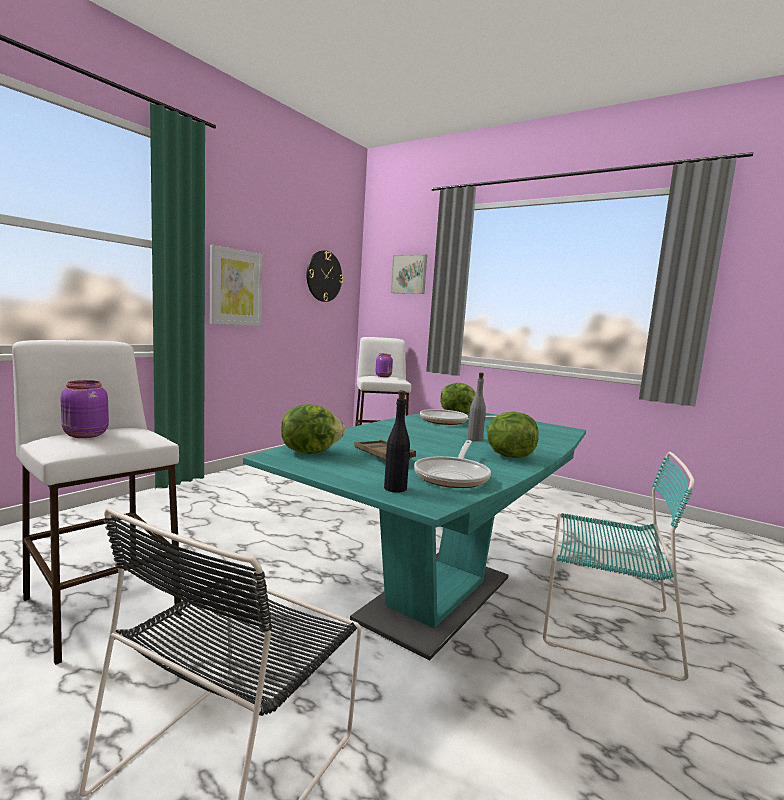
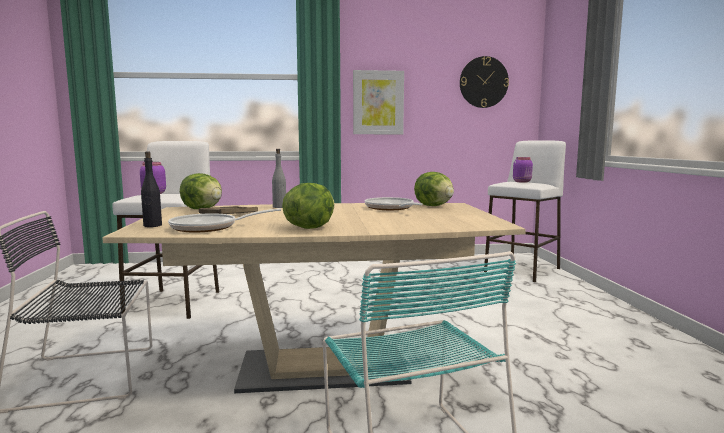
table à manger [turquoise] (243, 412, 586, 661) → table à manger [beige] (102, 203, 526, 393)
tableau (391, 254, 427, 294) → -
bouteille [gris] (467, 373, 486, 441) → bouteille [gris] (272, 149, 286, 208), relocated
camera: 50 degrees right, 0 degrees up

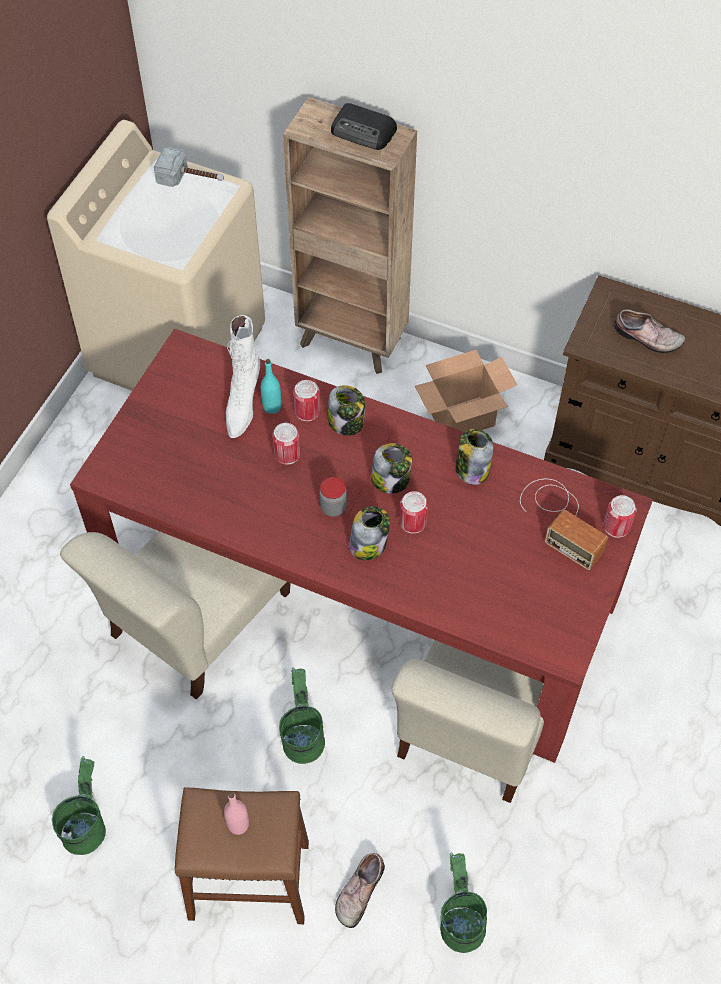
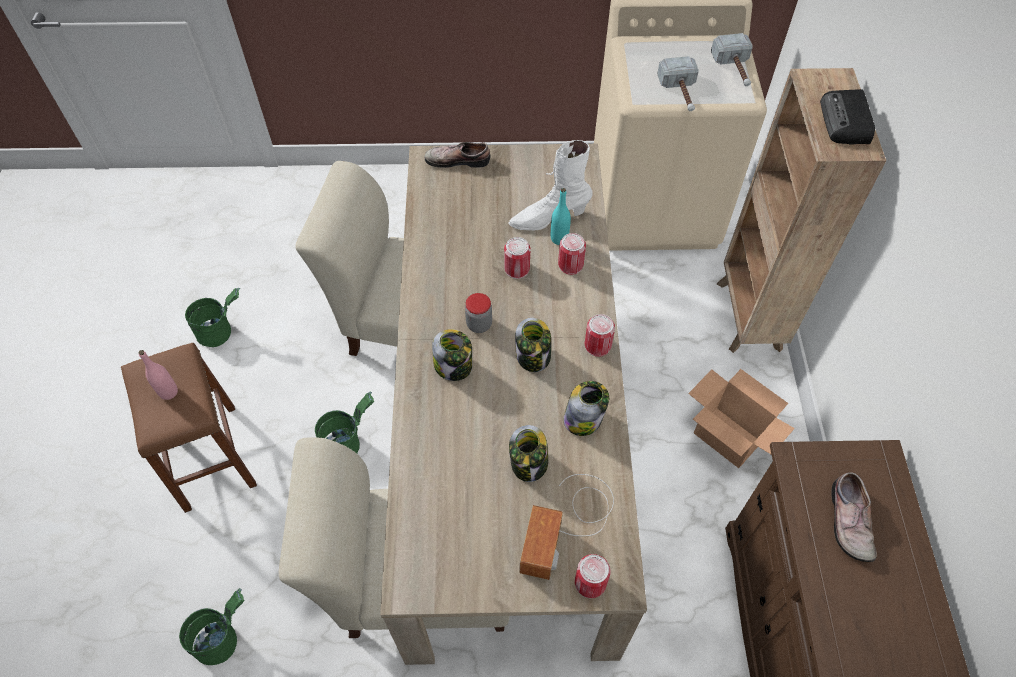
table à manger [rouge] (70, 329, 653, 763) → table à manger [beige] (380, 144, 647, 665)
bocal (328, 385, 365, 436) → bocal (509, 425, 548, 482), relocated
chaussure (335, 853, 385, 928) → chaussure (425, 142, 490, 168), relocated
boîte métallique (399, 491, 428, 534) → boîte métallique (585, 314, 615, 357), relocated
- → marteau (658, 56, 699, 111)
camera: 65 degrees right, 0 degrees up

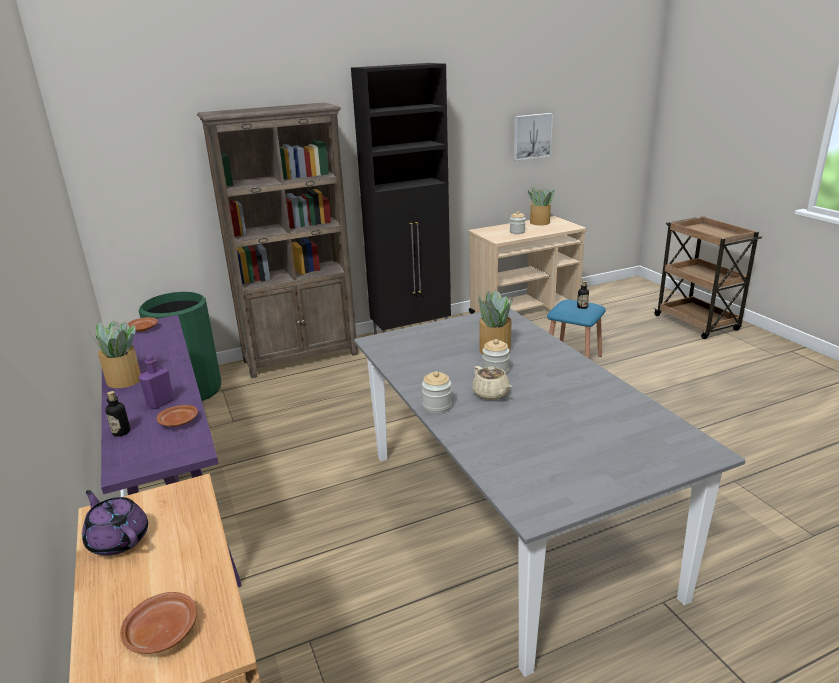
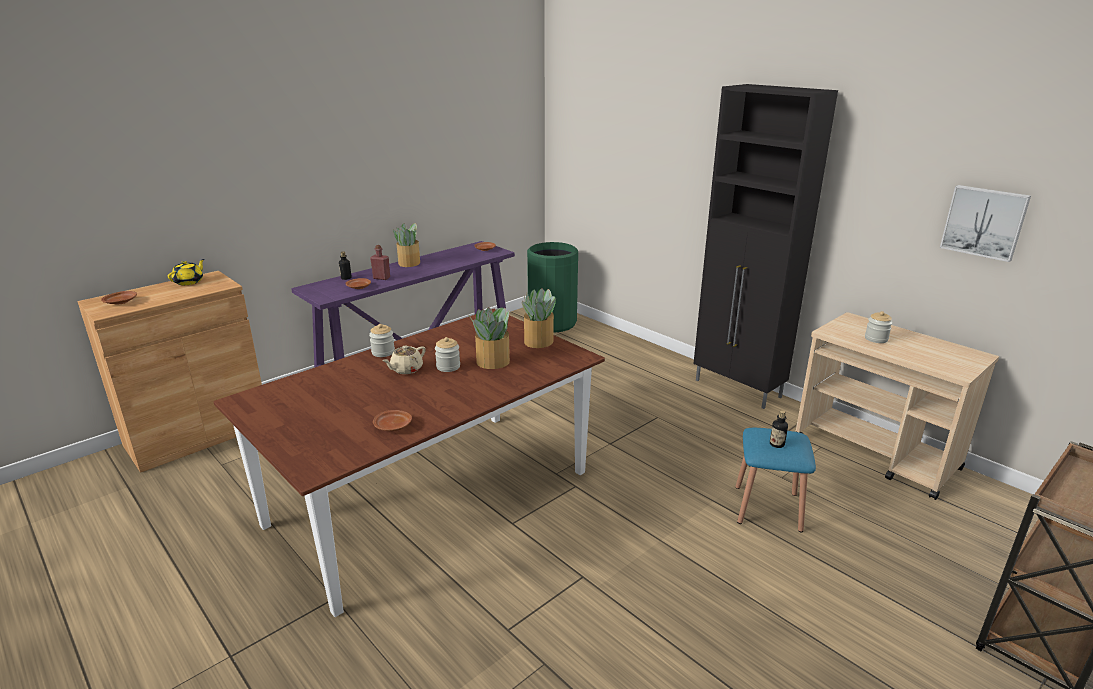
théière [violet] (82, 490, 148, 556) → théière [jaune] (168, 259, 204, 285)
bouteille [violet] (139, 355, 174, 409) → bouteille [rouge] (370, 245, 390, 280)
bibliothèque [marron] (197, 102, 358, 378) → -
table à manger [gris] (354, 308, 746, 677) → table à manger [marron] (214, 309, 605, 617)
plante en pot (528, 187, 555, 226) → plante en pot (522, 288, 556, 348), relocated
- → assiette [marron] (373, 410, 412, 431)
camera: 70 degrees right, 0 degrees up

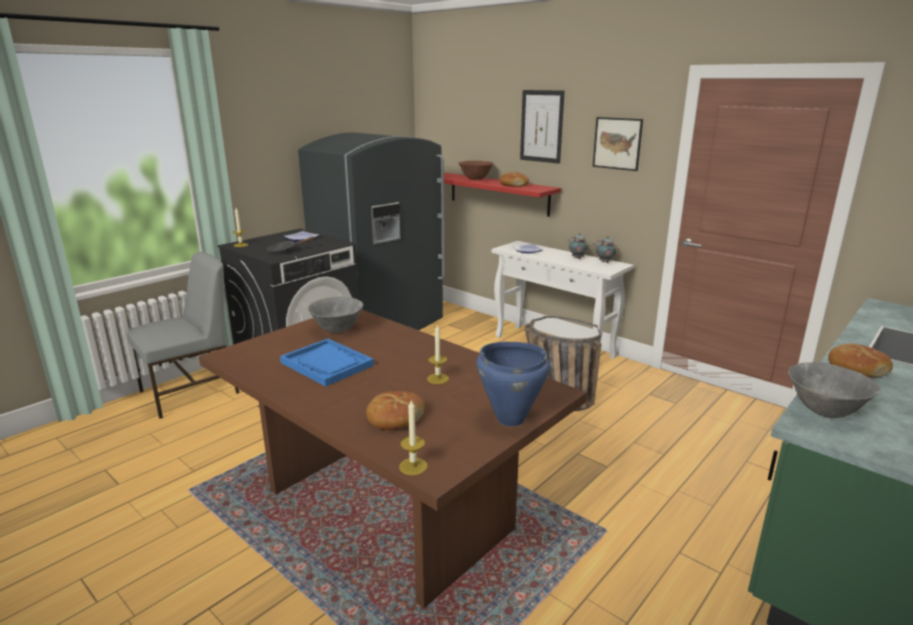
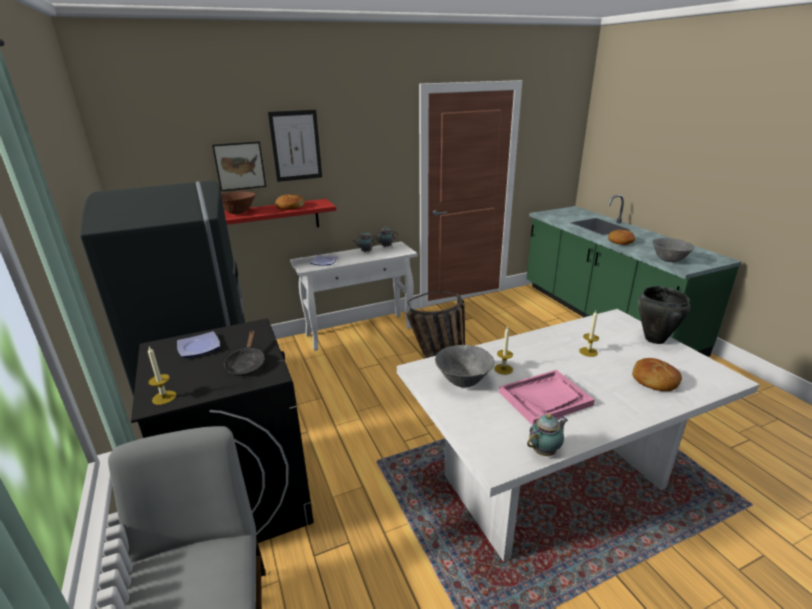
table à manger [marron] (199, 310, 587, 608) → table à manger [blanc] (397, 309, 760, 562)
plateau [bleu] (280, 339, 374, 387) → plateau [rose] (499, 370, 595, 425)
bougie (399, 400, 427, 475) → bougie (494, 326, 513, 375), relocated
marmite [bleu] (477, 342, 550, 426) → marmite [noir] (638, 286, 691, 344)
tableau (593, 117, 643, 171) → tableau (212, 141, 266, 192), relocated
- → théière (527, 414, 568, 456)
camera: 65 degrees left, 5 degrees up

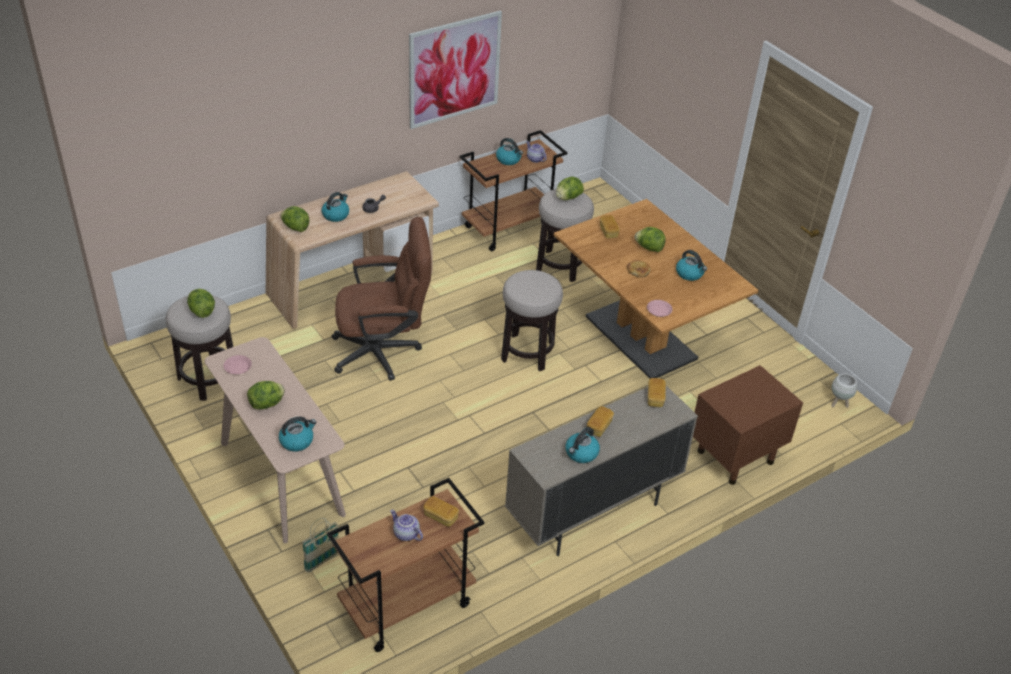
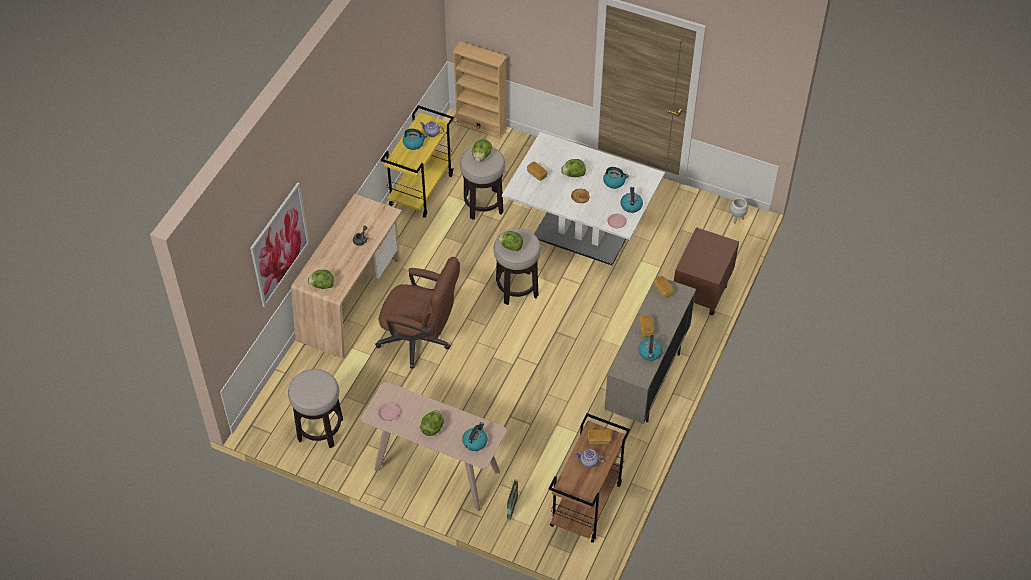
laitue (187, 289, 215, 318) → laitue (498, 231, 523, 251), relocated
bouilloire (321, 192, 349, 222) → bouilloire (621, 187, 643, 213), relocated
chaise de bureau [marron] (331, 217, 432, 381) → chaise de bureau [marron] (375, 257, 460, 368), 60 degrees clockwise
tableau (409, 11, 502, 129) → tableau (250, 182, 309, 307), relocated
chariot [marron] (460, 130, 567, 251) → chariot [jaune] (381, 105, 454, 218)
table à manger [marron] (553, 199, 759, 378) → table à manger [blanc] (502, 132, 665, 265)
- → bibliothèque [beige] (452, 41, 507, 139)
camera: 30 degrees left, 10 degrees up

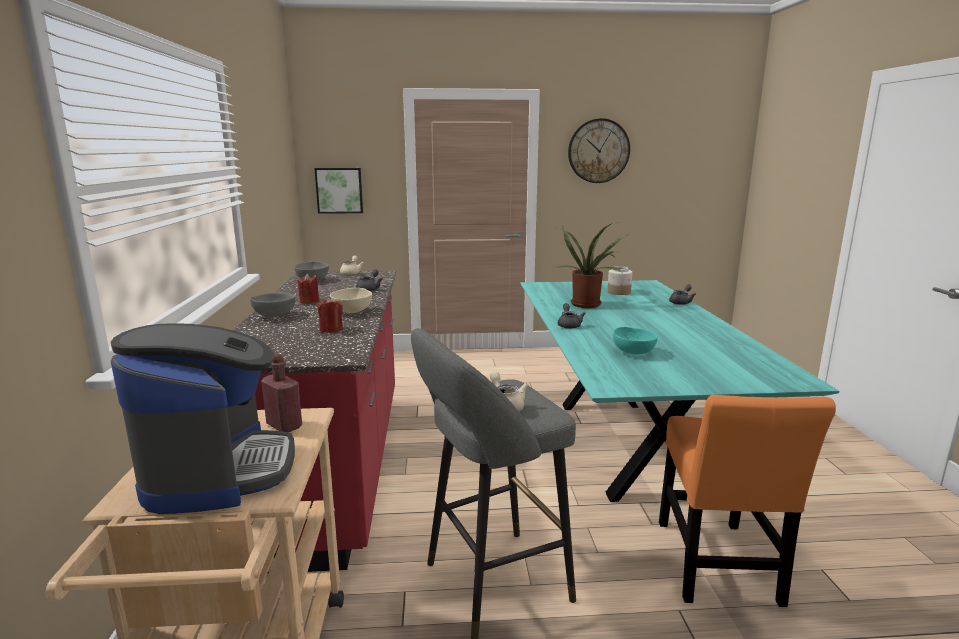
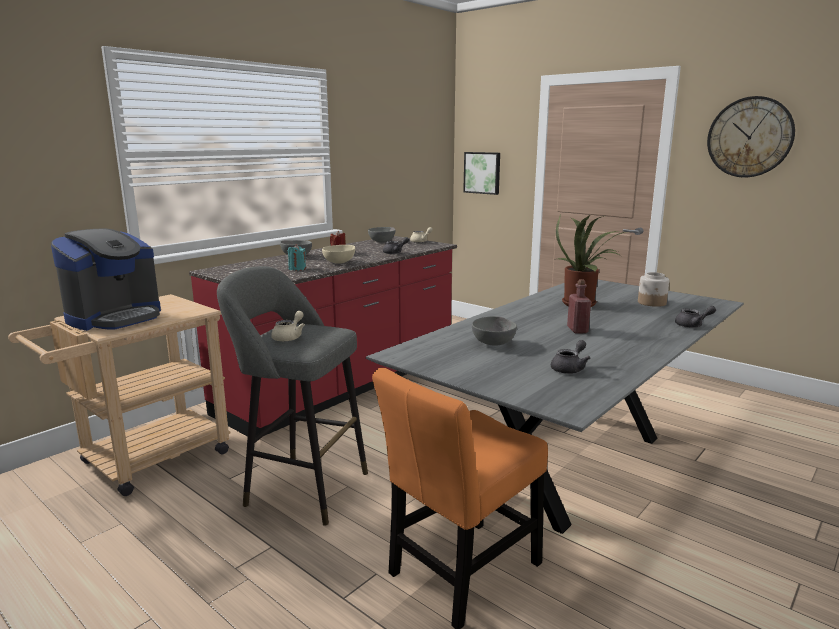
bouteille [rouge] (261, 354, 302, 432) → bouteille [rouge] (567, 279, 591, 334), relocated
bougie [rouge] (318, 297, 343, 333) → bougie [turquoise] (288, 244, 306, 271)
table à manger [turquoise] (520, 280, 839, 502) → table à manger [gris] (366, 280, 744, 534)
théière [gris] (558, 303, 586, 329) → théière [gris] (551, 340, 590, 374), relocated
bol [turquoise] (613, 327, 658, 354) → bol [gris] (472, 316, 517, 346)
camera: 45 degrees right, 0 degrees up

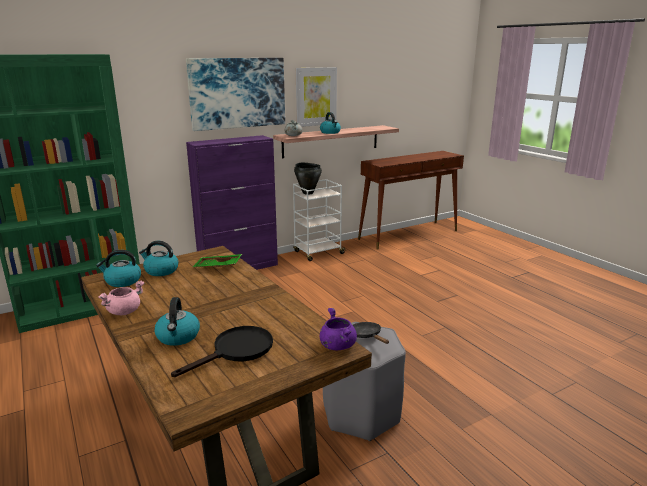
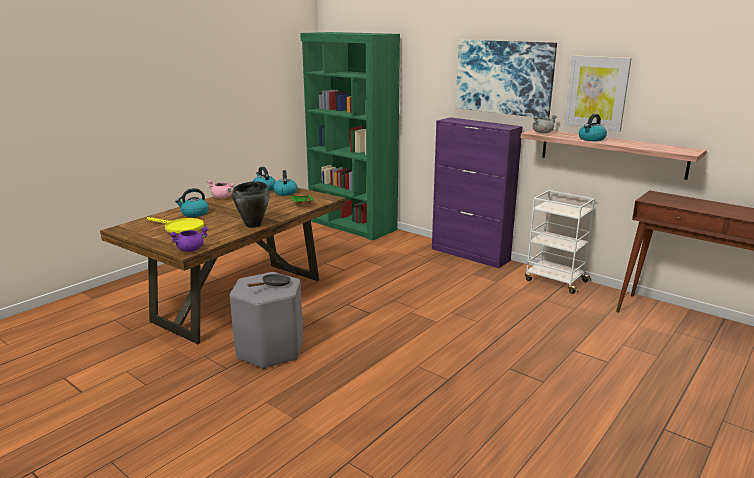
poêle [noir] (171, 326, 273, 377) → poêle [jaune] (147, 217, 204, 234)
marmite [noir] (294, 163, 322, 194) → marmite [noir] (232, 181, 270, 228), relocated
camera: 70 degrees right, 0 degrees up

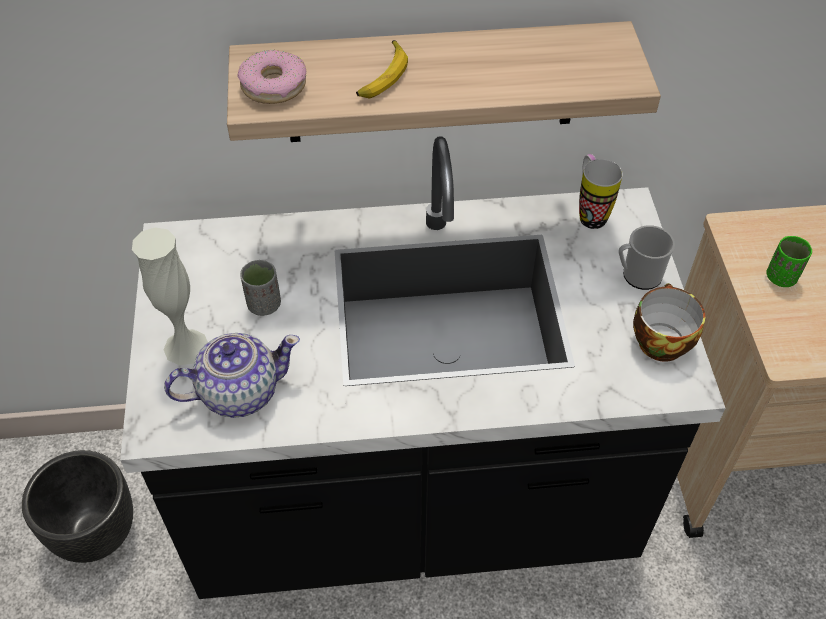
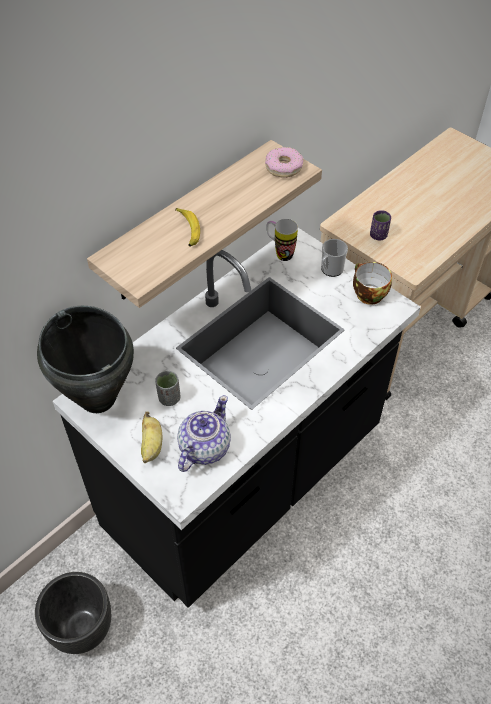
vase [blanc] (132, 227, 208, 365) → banane (141, 411, 163, 463)
beignet (237, 50, 306, 104) → beignet (265, 147, 303, 178), relocated
tasse [vert] (766, 236, 812, 287) → tasse [violet] (370, 210, 391, 241)
- → marmite [noir] (37, 306, 134, 413)
camera: 40 degrees left, 0 degrees up

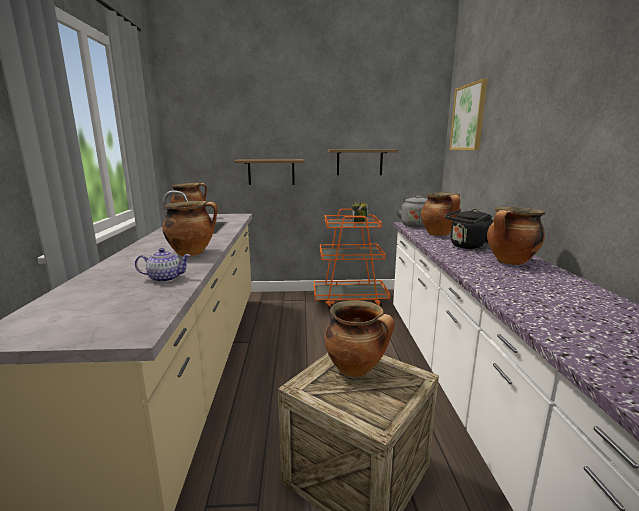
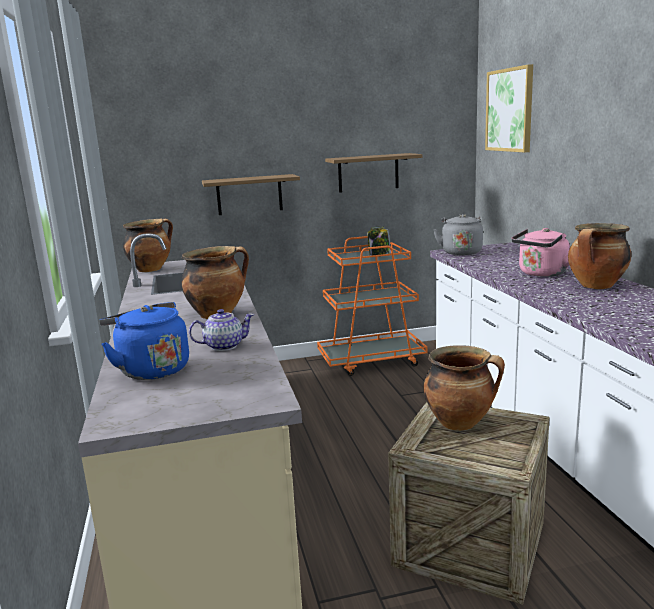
marmite (421, 192, 460, 236) → -
bouilloire [noir] (445, 209, 494, 250) → bouilloire [rose] (511, 228, 570, 277)
- → bouilloire [bleu] (99, 302, 189, 380)
camera: 10 degrees left, 0 degrees up

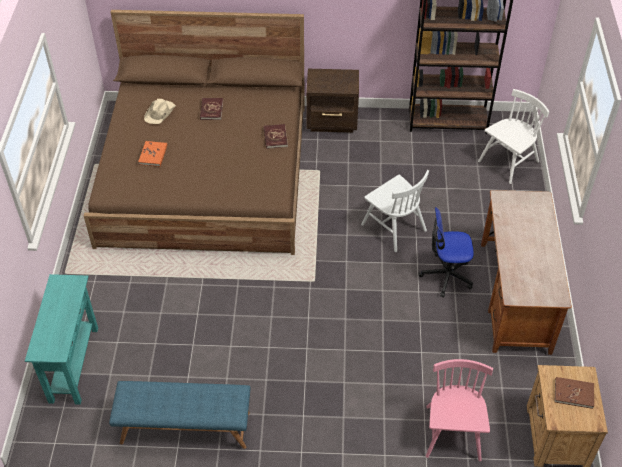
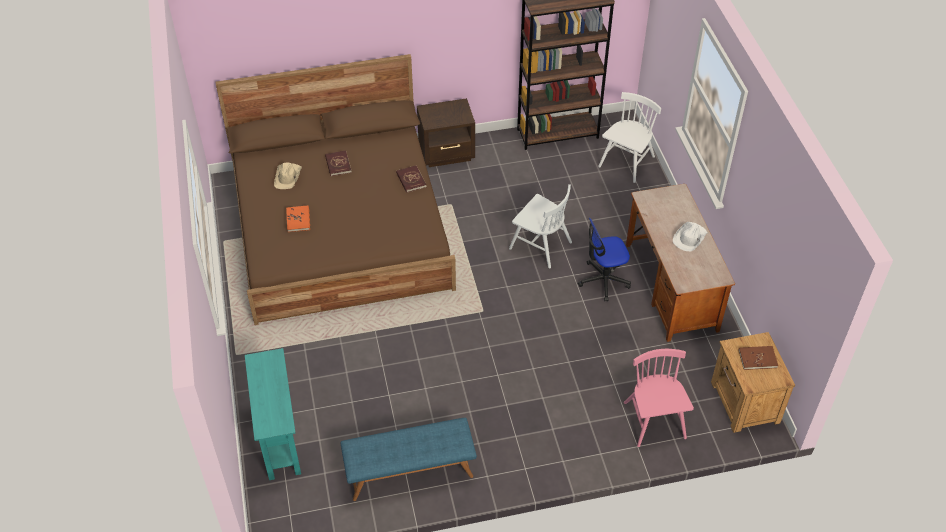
- → chapeau [blanc] (673, 222, 707, 251)
camera: 15 degrees left, 0 degrees up

